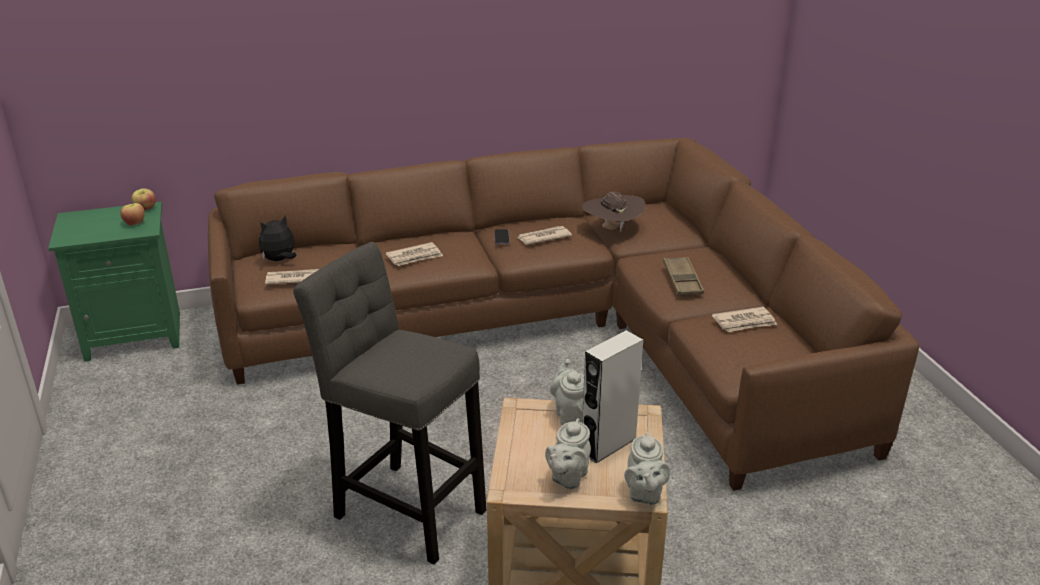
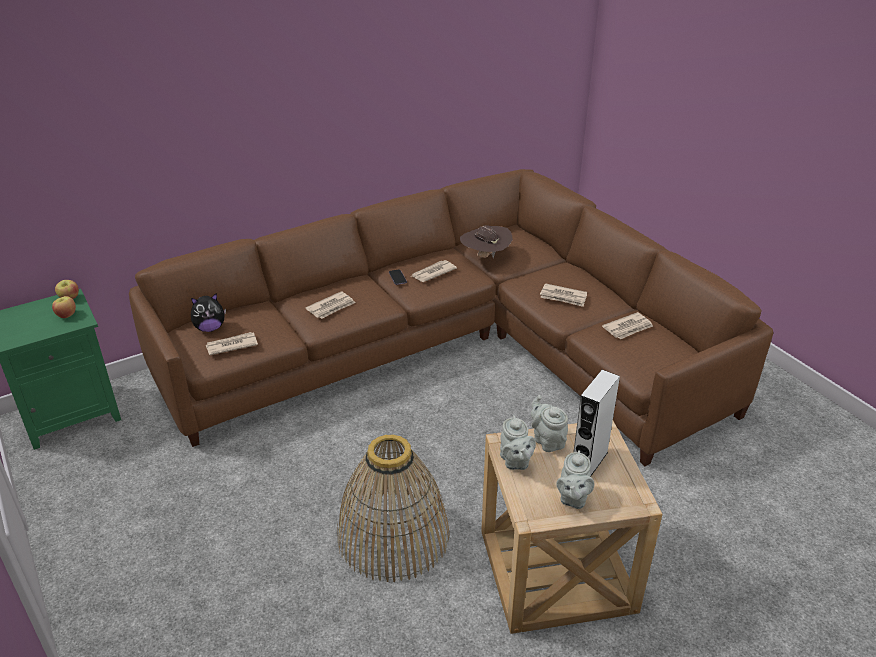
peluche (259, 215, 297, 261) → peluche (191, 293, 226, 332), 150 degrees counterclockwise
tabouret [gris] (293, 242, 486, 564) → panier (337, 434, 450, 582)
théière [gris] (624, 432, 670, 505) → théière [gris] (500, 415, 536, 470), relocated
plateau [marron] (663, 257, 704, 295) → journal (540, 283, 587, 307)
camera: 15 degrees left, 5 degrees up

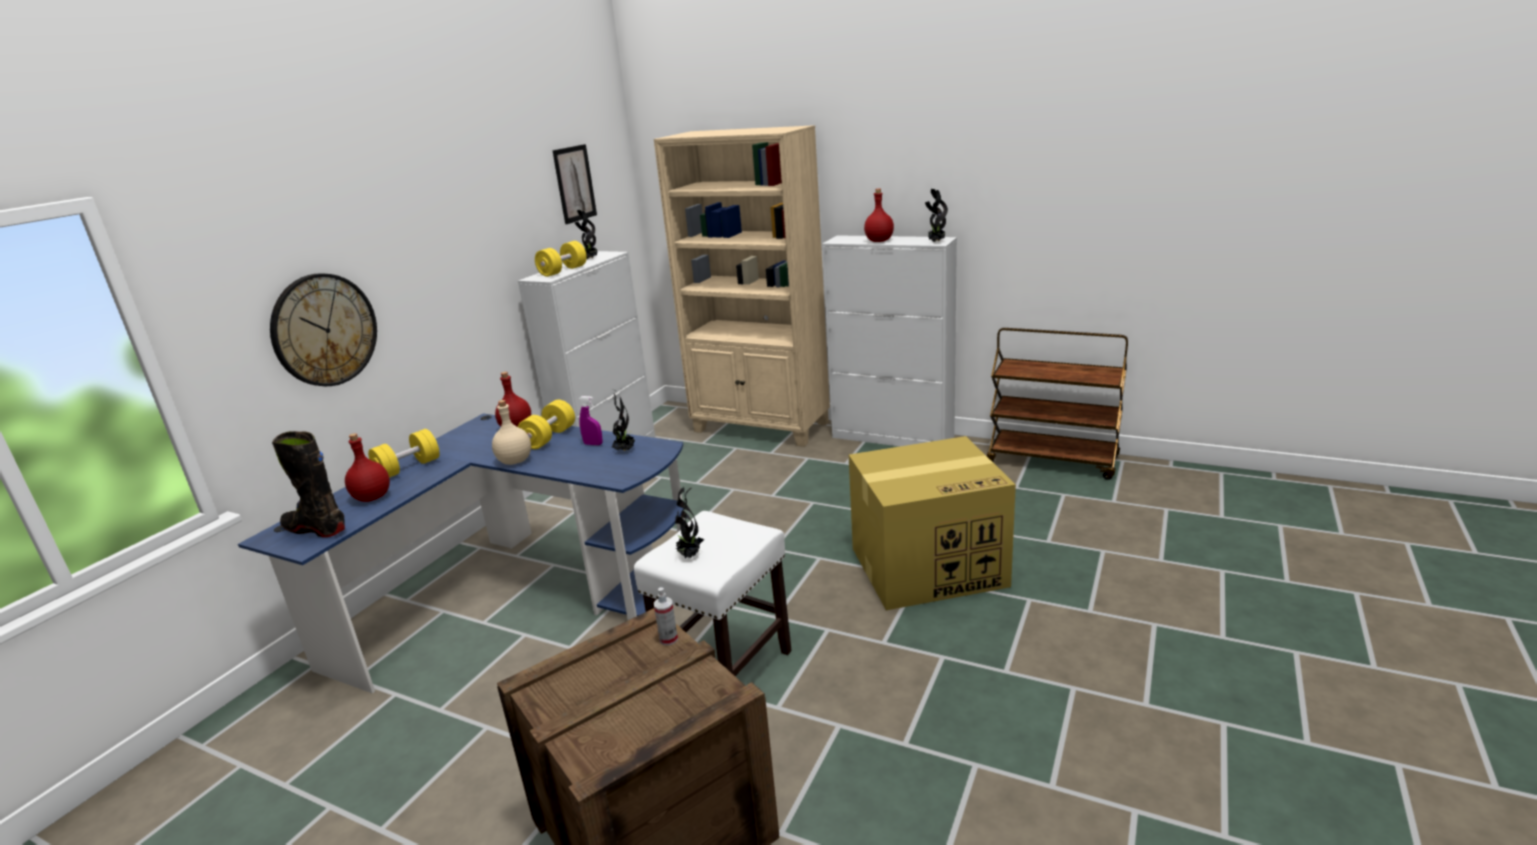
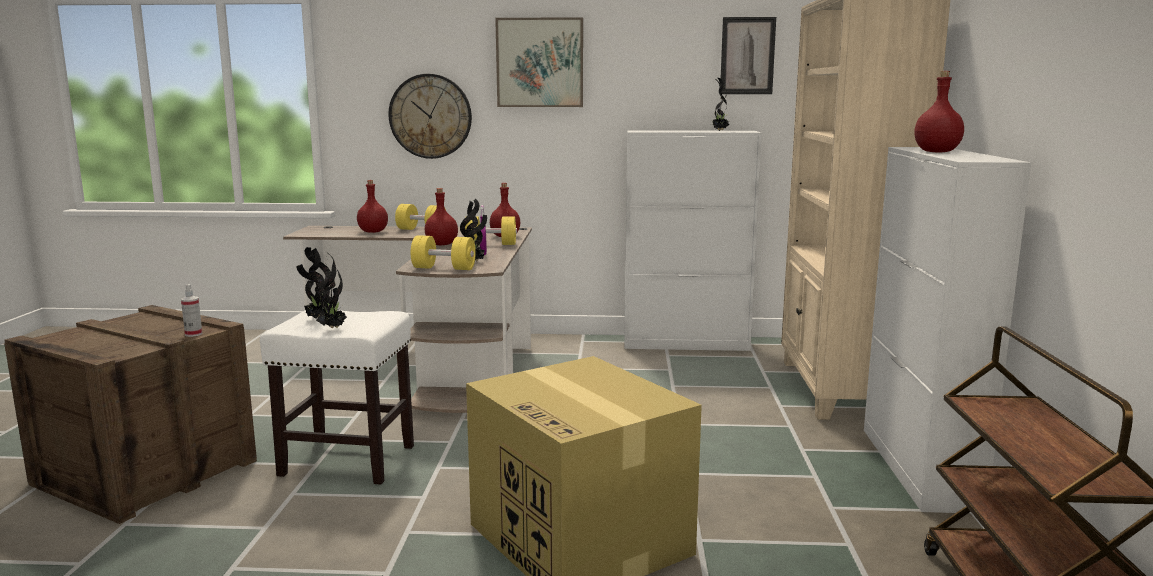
bureau [bleu] (238, 413, 685, 694) → bureau [marron] (283, 226, 532, 413)
botte [noir] (272, 431, 345, 537) → -
bouteille [beige] (492, 400, 531, 465) → bouteille [rouge] (425, 188, 458, 245)
haltère [jaune] (535, 241, 587, 277) → haltère [jaune] (411, 235, 476, 270), relocated
plante en pot (925, 189, 948, 242) → plante en pot (316, 254, 347, 328), relocated
- → tableau (495, 17, 583, 107)
camera: 65 degrees right, 10 degrees down

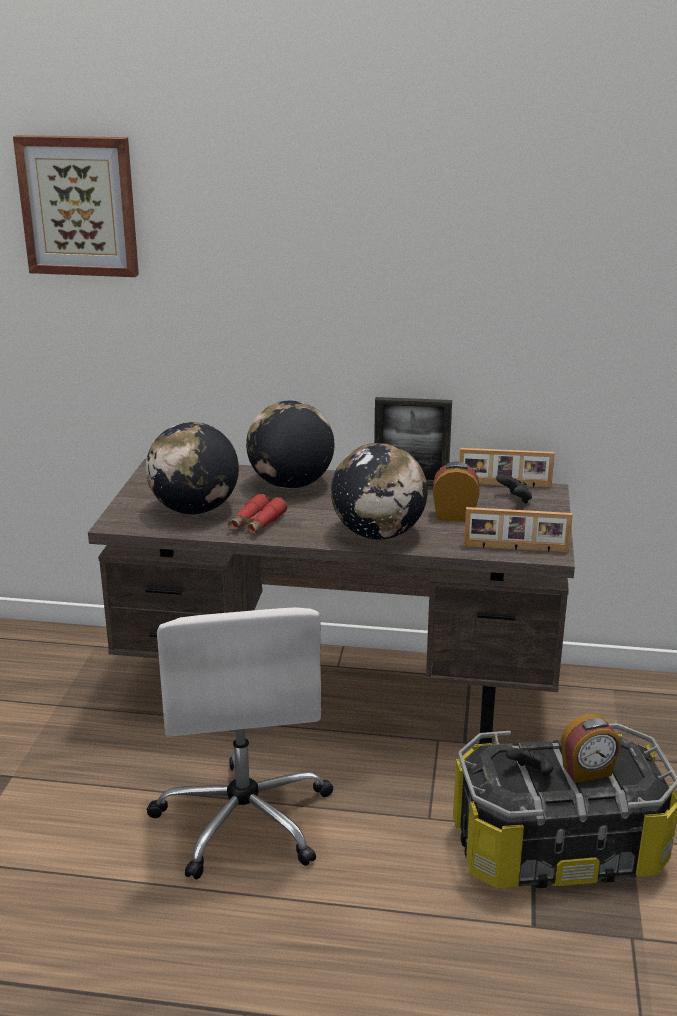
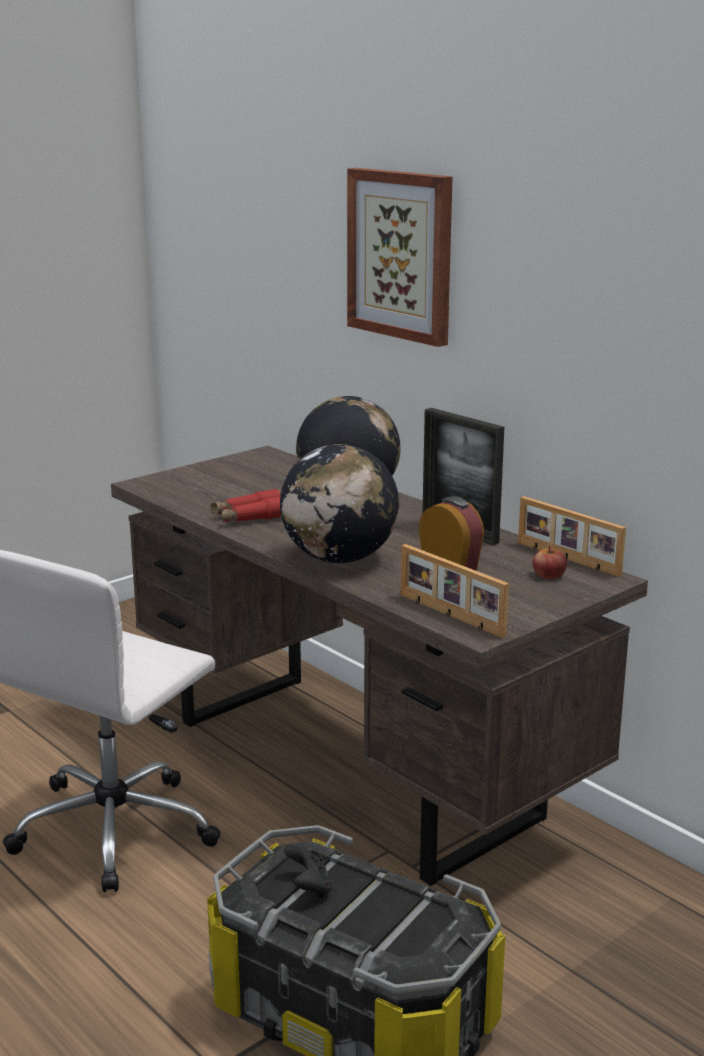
tableau (13, 135, 139, 277) → tableau (347, 168, 453, 347), relocated
globe (146, 422, 239, 514) → -
manette [noir] (496, 474, 532, 504) → pomme (533, 546, 567, 579)
réveil (561, 714, 621, 783) → -
camera: 40 degrees right, 5 degrees down

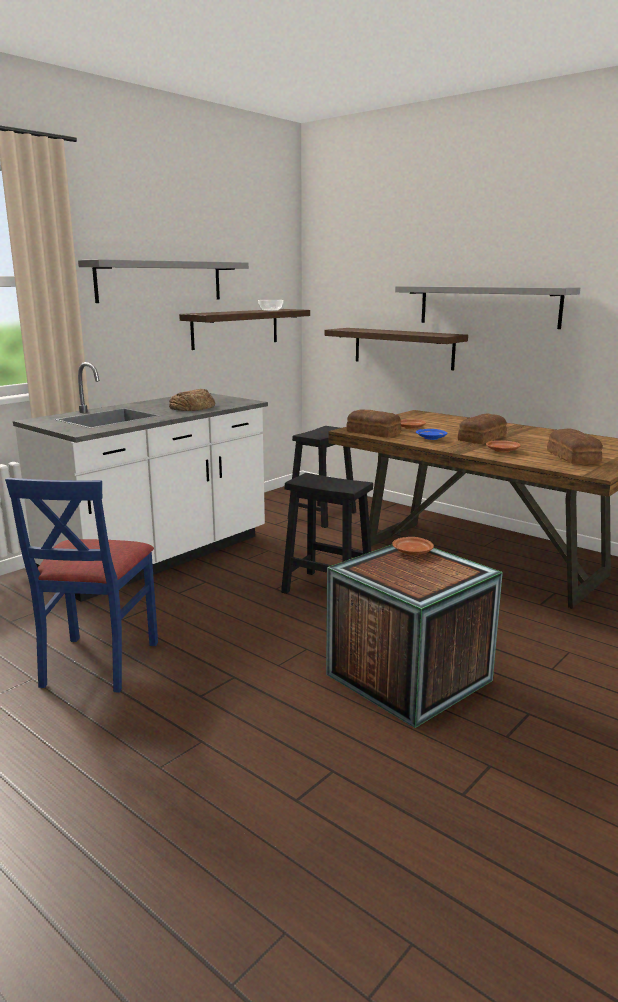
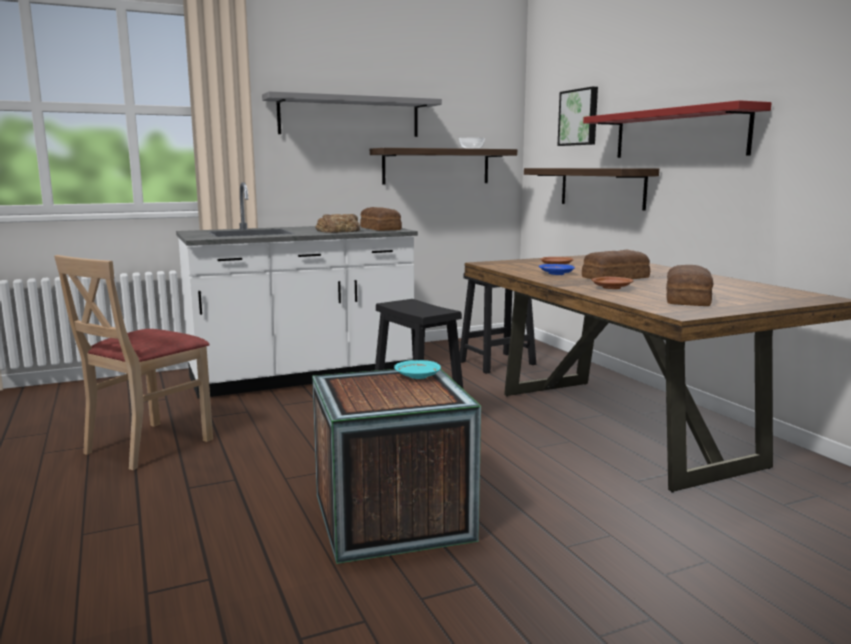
chaise [bleu] (5, 478, 158, 693) → chaise [beige] (54, 255, 213, 470)
pain (347, 409, 401, 438) → pain (360, 207, 402, 231), relocated
assiette [marron] (392, 537, 434, 555) → assiette [turquoise] (394, 360, 441, 379)
étagère [gris] (395, 286, 580, 329) → étagère [rouge] (583, 100, 772, 158)
- → tableau (558, 87, 598, 146)
camera: 25 degrees right, 5 degrees down

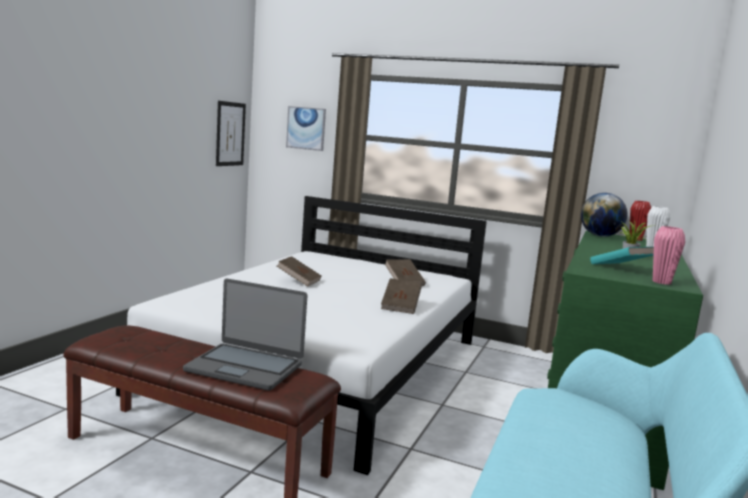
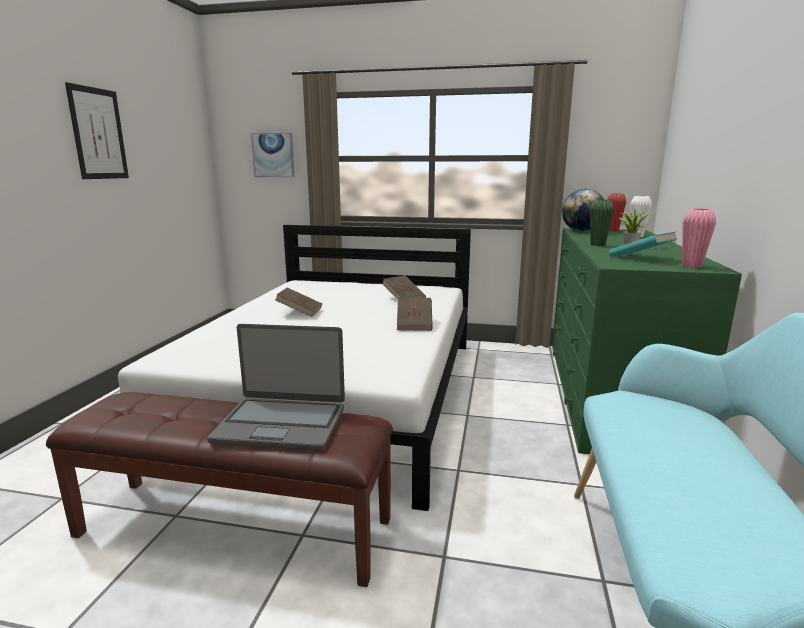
tableau (216, 101, 246, 166) → tableau (65, 82, 129, 179), relocated
- → vase [vert] (590, 200, 614, 246)
camera: 10 degrees left, 5 degrees up

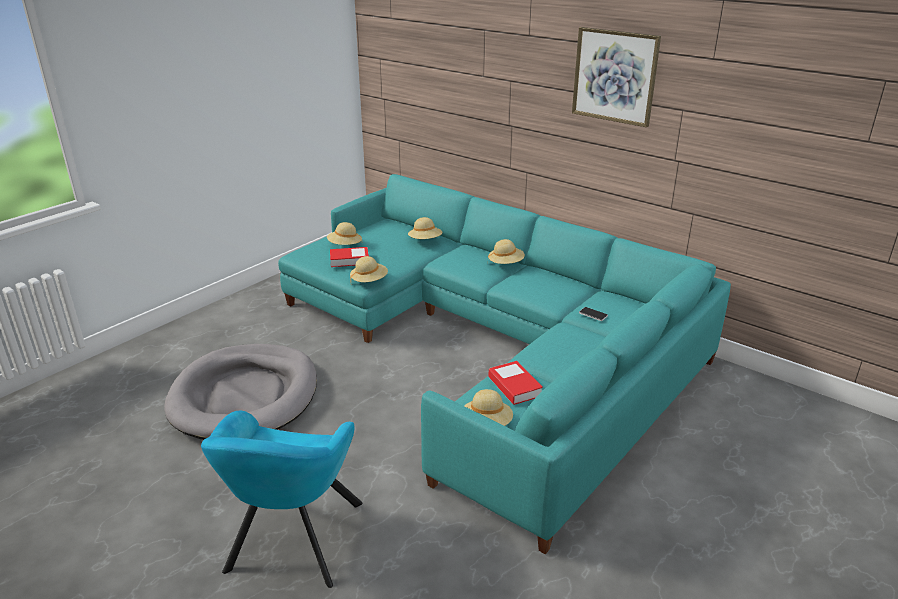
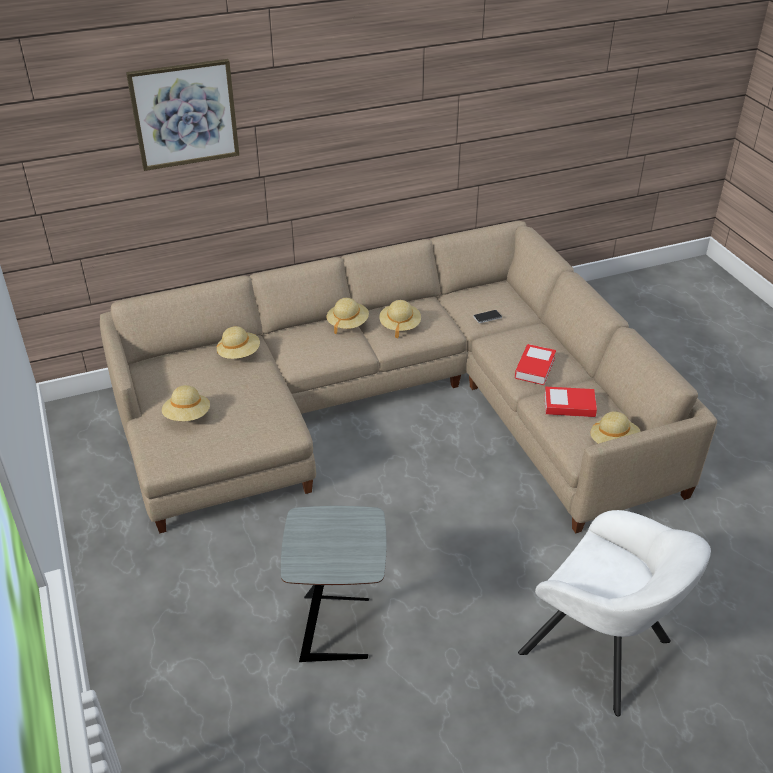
panier pour chien [gris] (164, 344, 317, 440) → table d'appoint [gris] (281, 506, 387, 662)
fauteuil [turquoise] (201, 411, 362, 588) → fauteuil [blanc] (518, 510, 711, 716)
canapé [turquoise] (278, 174, 731, 554) → canapé [beige] (100, 221, 717, 534)
livre (330, 247, 369, 267) → livre (515, 344, 556, 385), relocated
chapeau [beige] (350, 256, 388, 282) → chapeau [beige] (379, 300, 421, 338), relocated
tableau (572, 27, 661, 127) → tableau (126, 59, 239, 171), relocated
camera: 60 degrees left, 10 degrees up

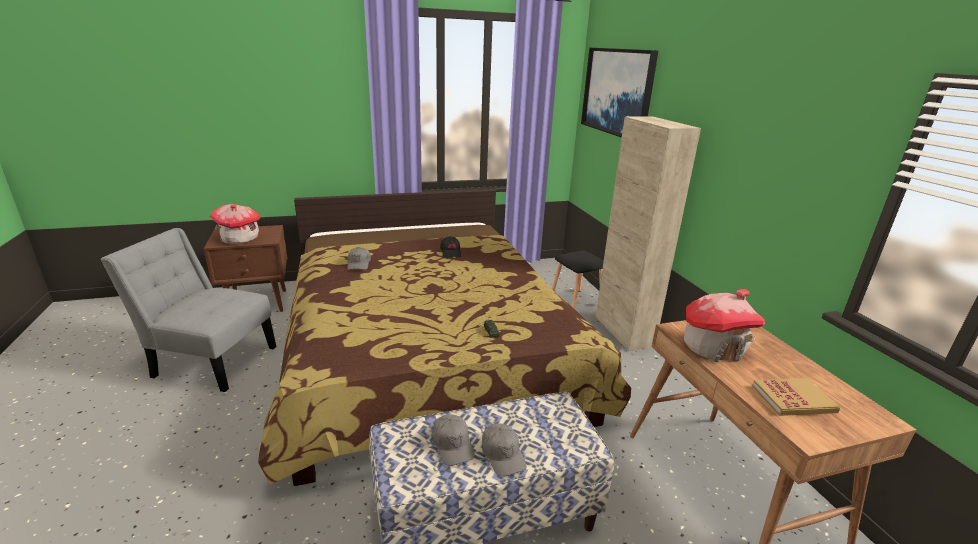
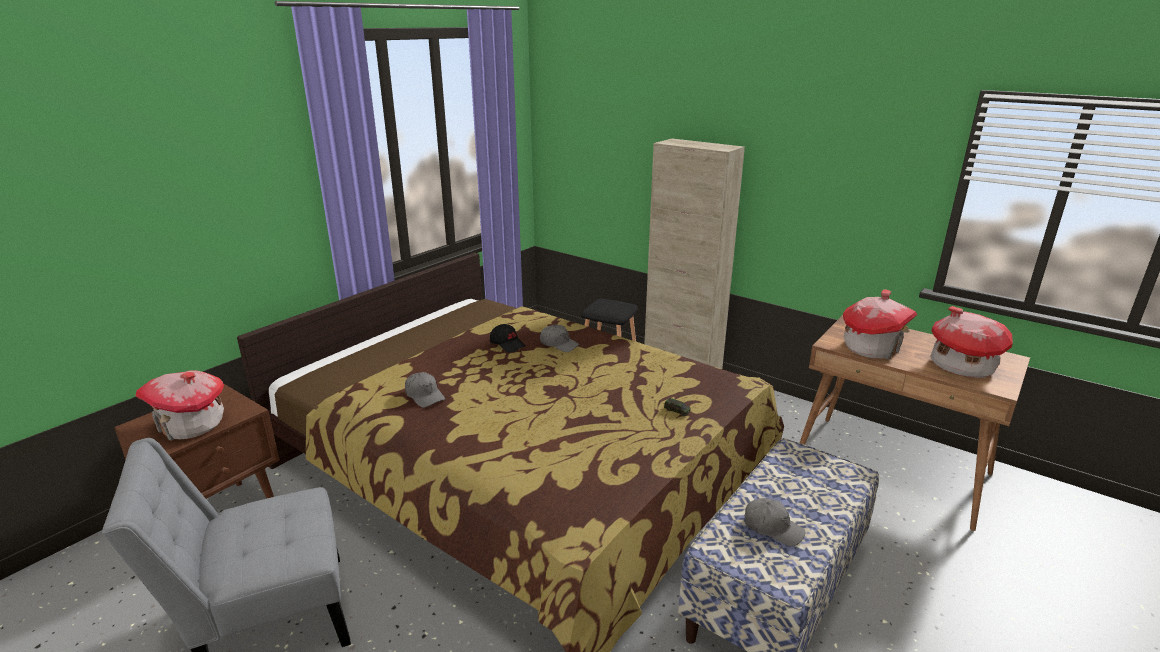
casquette [gris] (482, 423, 527, 477) → casquette [gris] (540, 325, 580, 352), relocated
tableau (581, 48, 658, 138) → -
livre (752, 378, 840, 416) → maison miniature (931, 306, 1013, 378)
camera: 35 degrees left, 0 degrees up

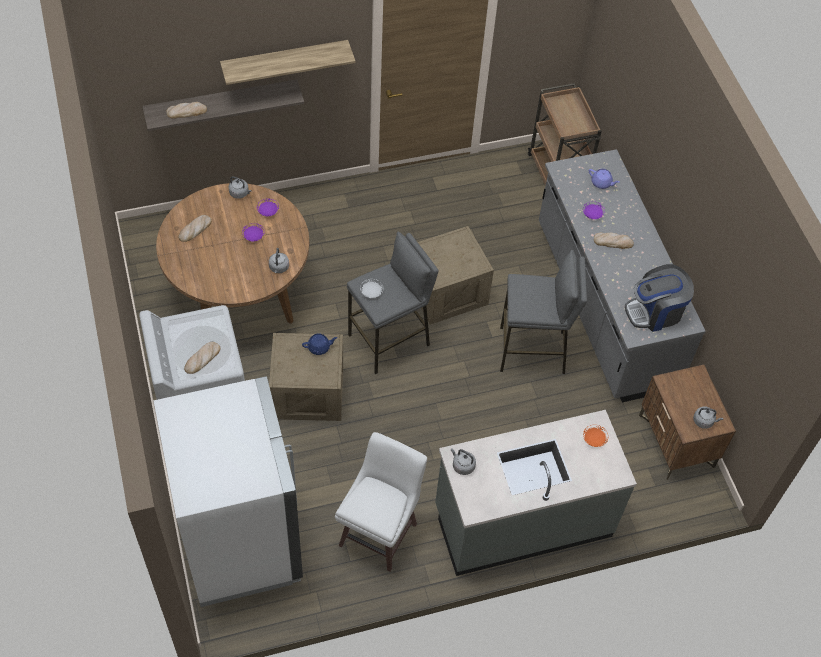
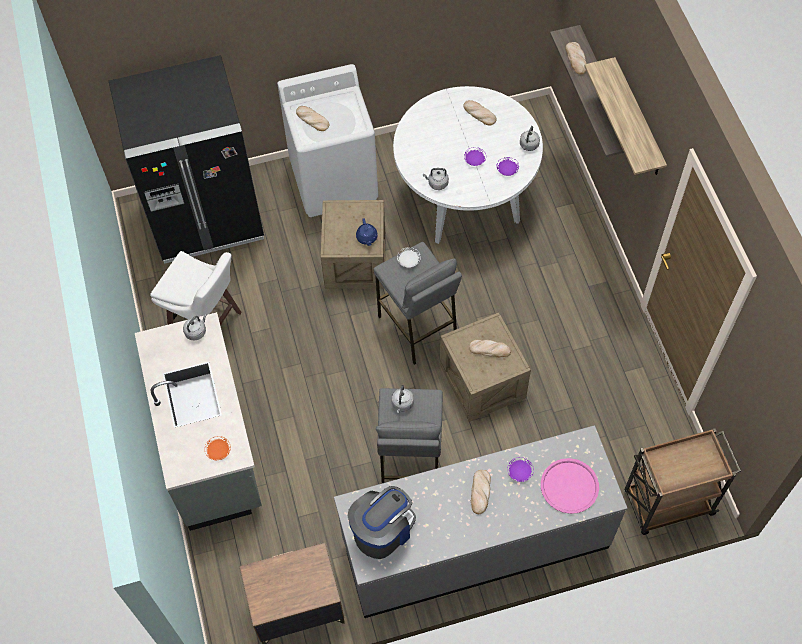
réfrigérateur [blanc] (153, 376, 303, 607) → réfrigérateur [noir] (109, 55, 264, 264)
table à manger [marron] (156, 183, 309, 324) → table à manger [blanc] (393, 86, 543, 244)
théière [violet] (589, 169, 620, 189) → plateau [rose] (541, 458, 599, 514)
machine à café (625, 264, 694, 332) → machine à café (348, 486, 416, 559), 60 degrees clockwise
bouilloire [gris] (693, 407, 723, 429) → bouilloire [gris] (392, 385, 414, 413), relocated
- → pain (469, 340, 511, 358)
camera: 95 degrees right, 5 degrees up

